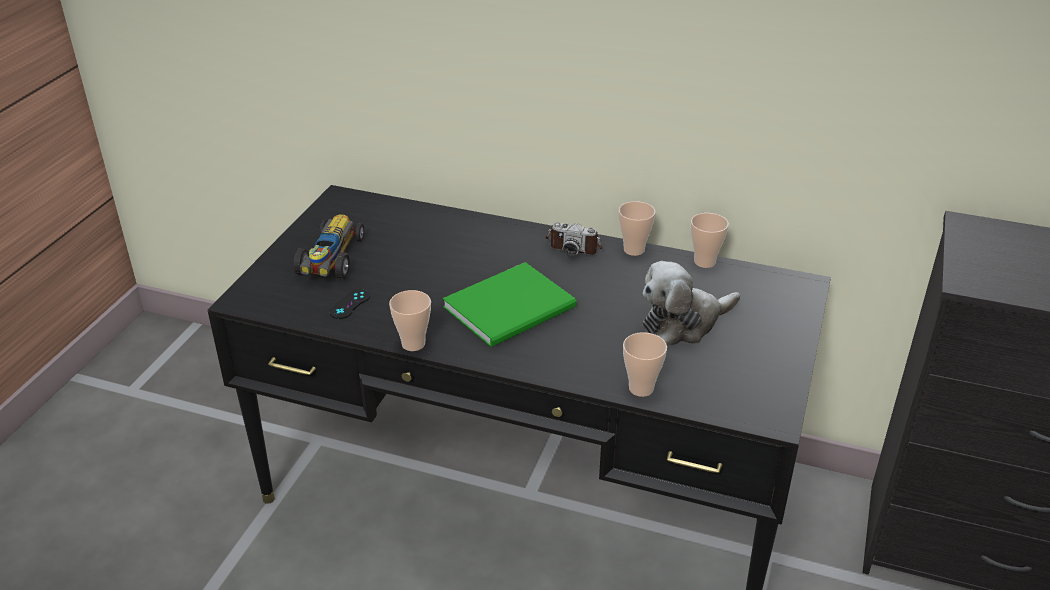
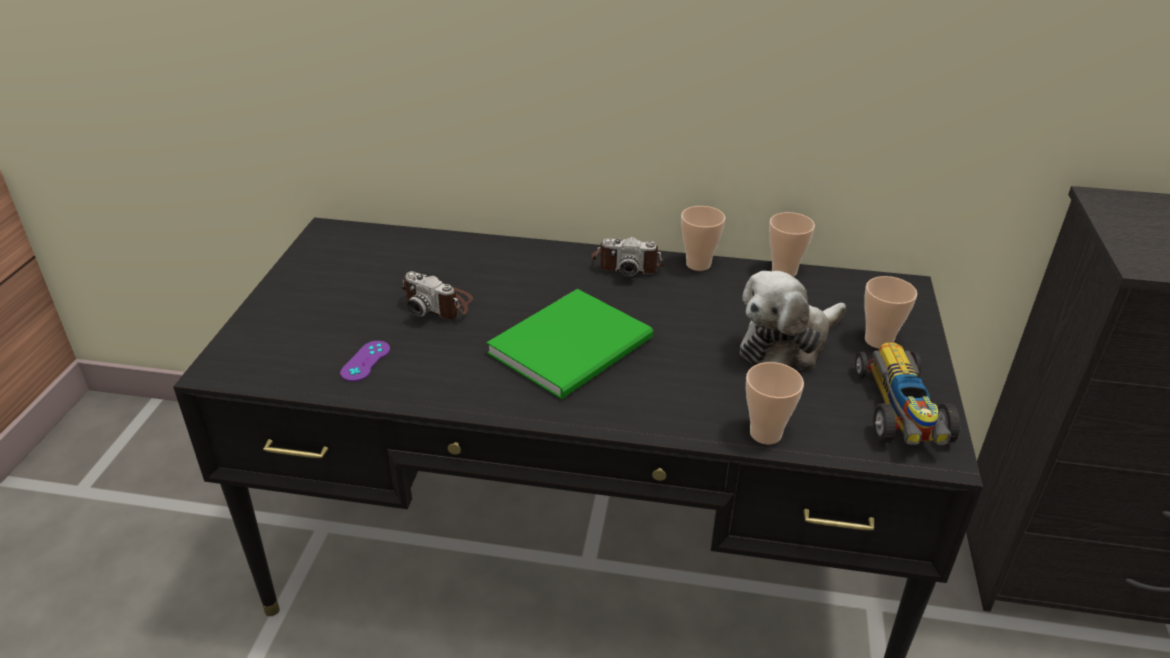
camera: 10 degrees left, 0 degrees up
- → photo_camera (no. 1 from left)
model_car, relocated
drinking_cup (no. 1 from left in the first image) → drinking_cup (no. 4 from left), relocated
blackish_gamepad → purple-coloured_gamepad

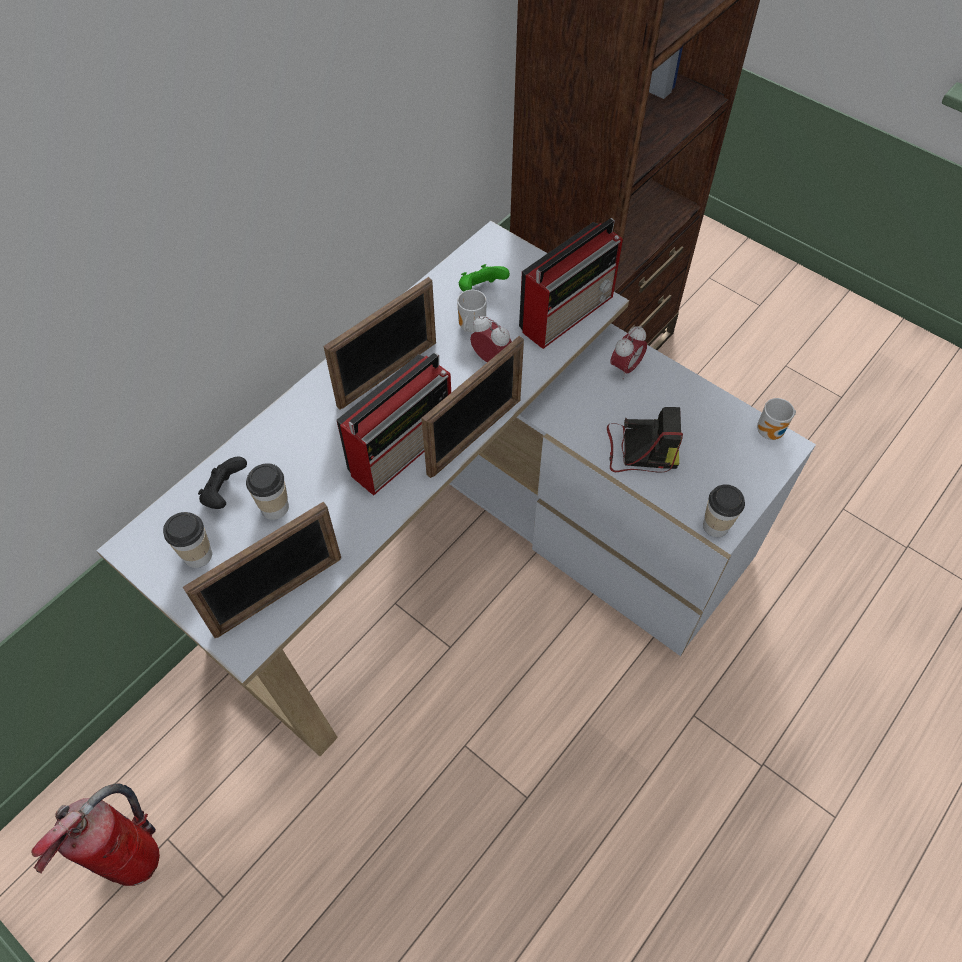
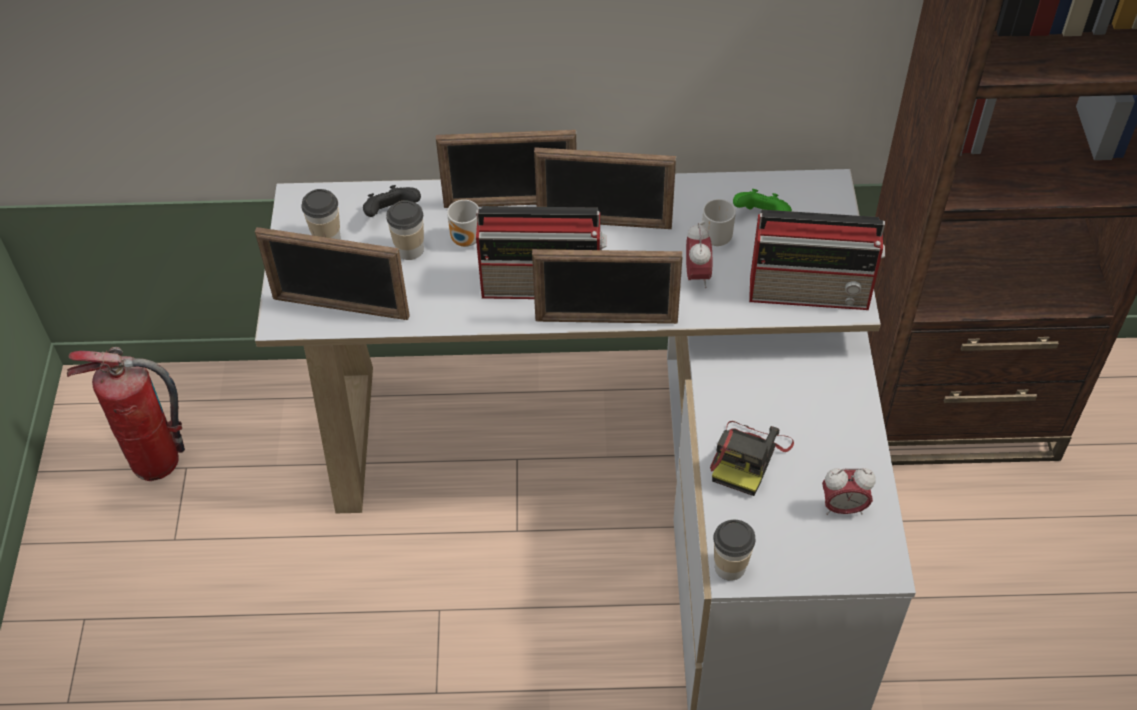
camera: 50 degrees right, 5 degrees down
- → picture_frame (no. 2 from left)
bedside_clock (no. 2 from left), relocated
mug (no. 2 from left in the first image) → mug (no. 1 from left), relocated
photo_camera, 60 degrees clockwise

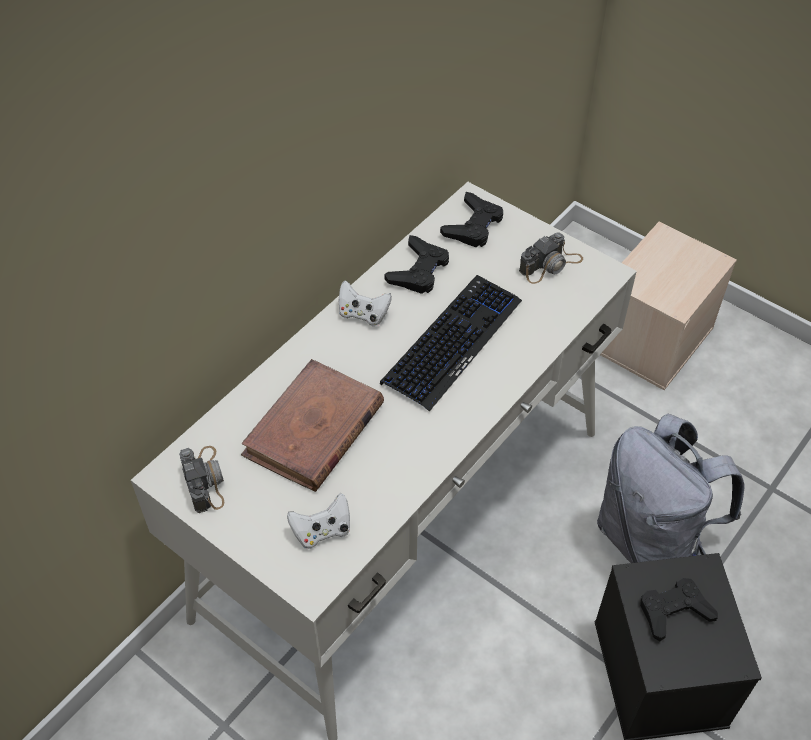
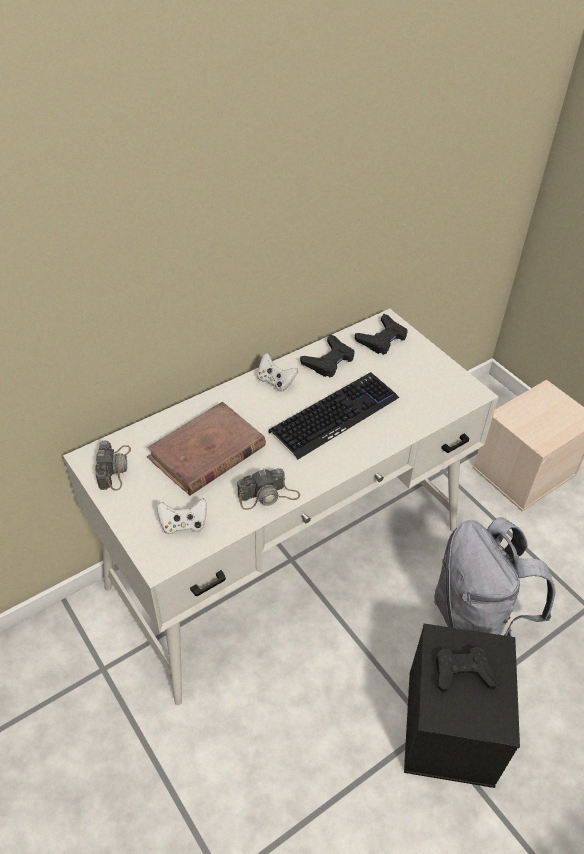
camera: 15 degrees right, 5 degrees down
photo_camera (no. 2 from left), relocated

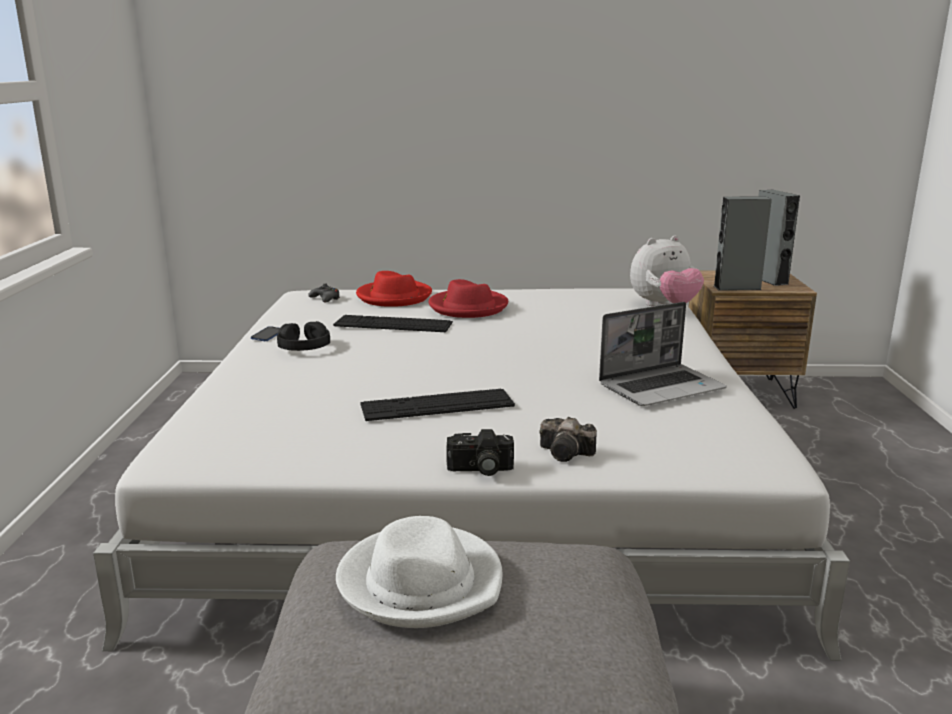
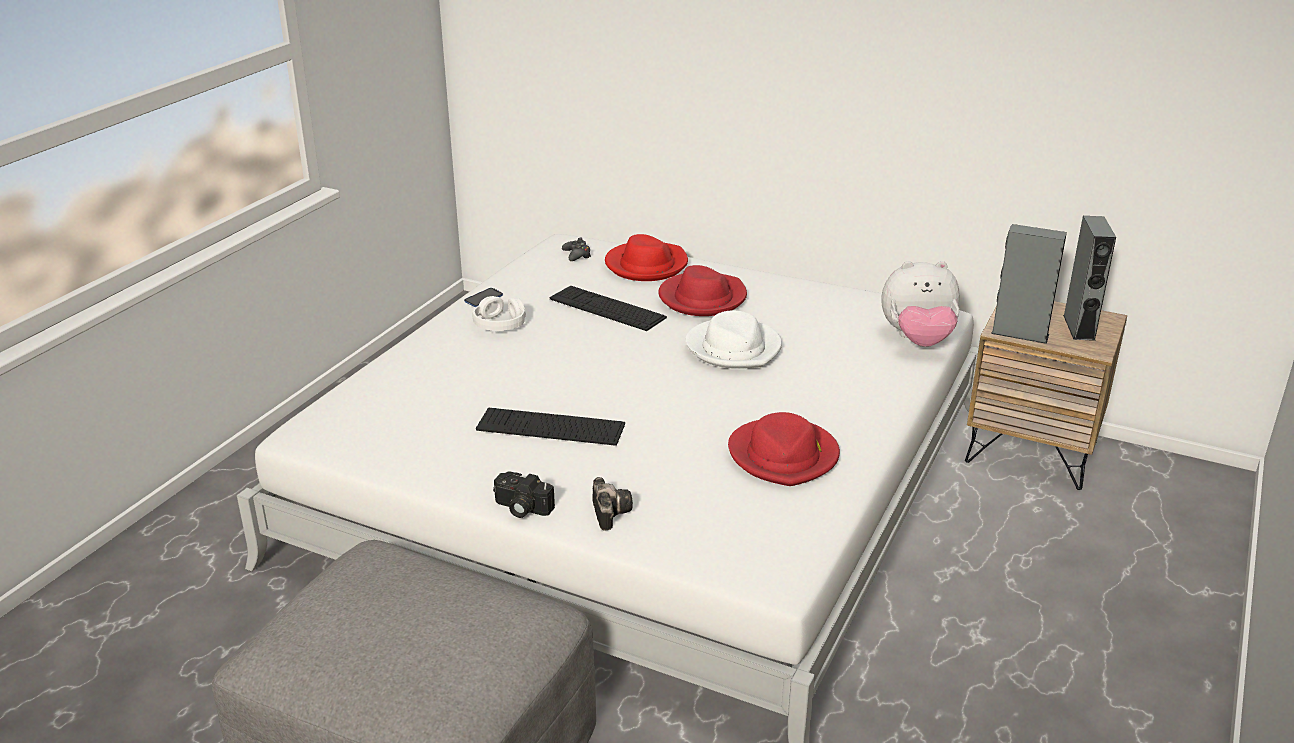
camera: 25 degrees right, 10 degrees up
white-coloured_clothing_hat, relocated
notebook_computer → red_clothing_hat (no. 3 from left)
blackish_headset → white-coloured_headset
photo_camera (no. 2 from left), 150 degrees counterclockwise

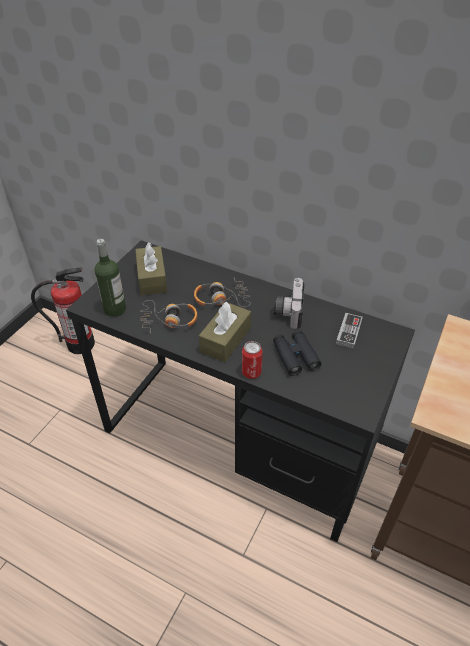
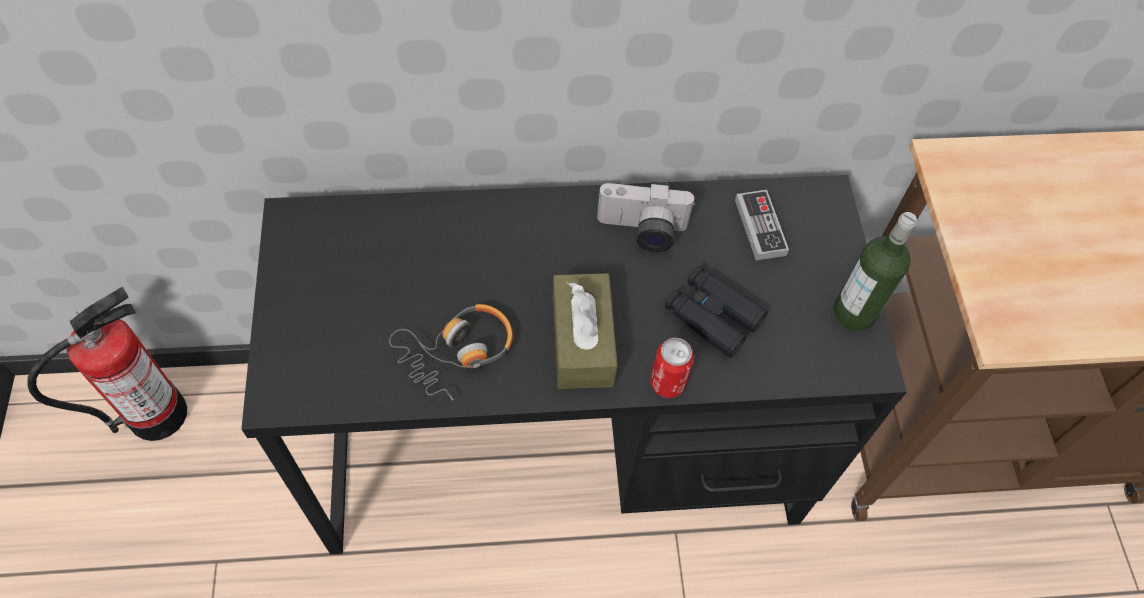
camera: 35 degrees left, 15 degrees up
brown_box_of_tissues (no. 1 from left) → -
headset (no. 2 from left) → -
drink_bottle, relocated
photo_camera, 60 degrees counterclockwise

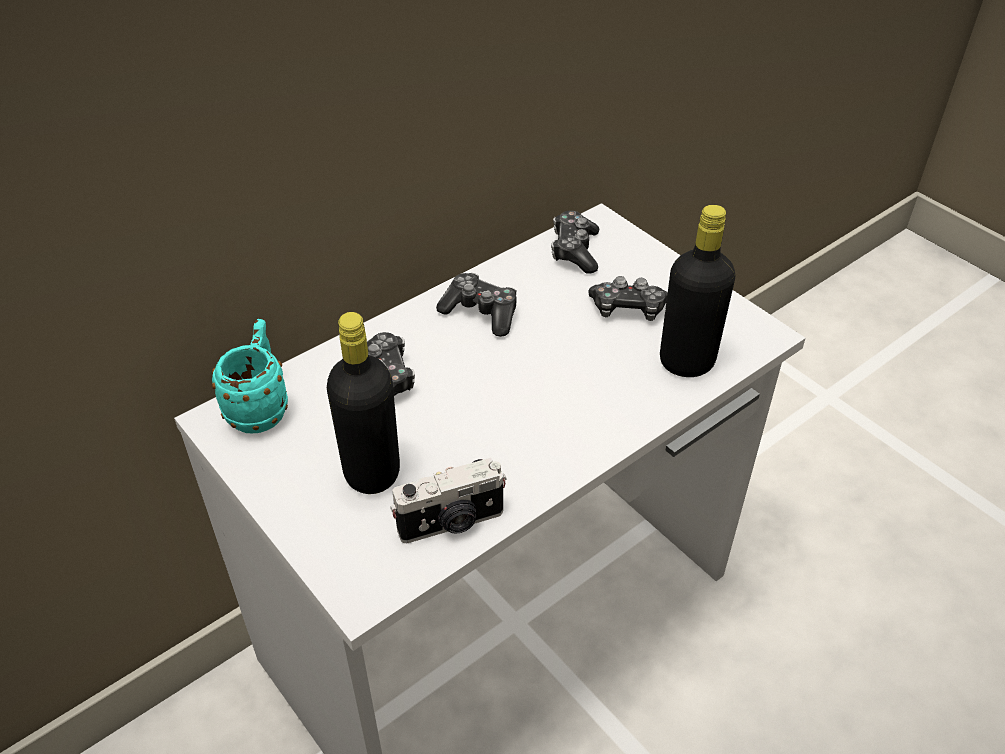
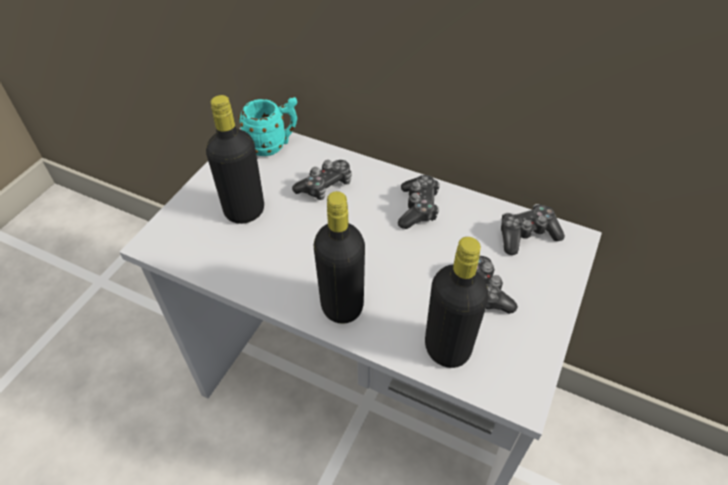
camera: 65 degrees right, 5 degrees up
photo_camera → -
- → blackish_drink_bottle (no. 2 from left)

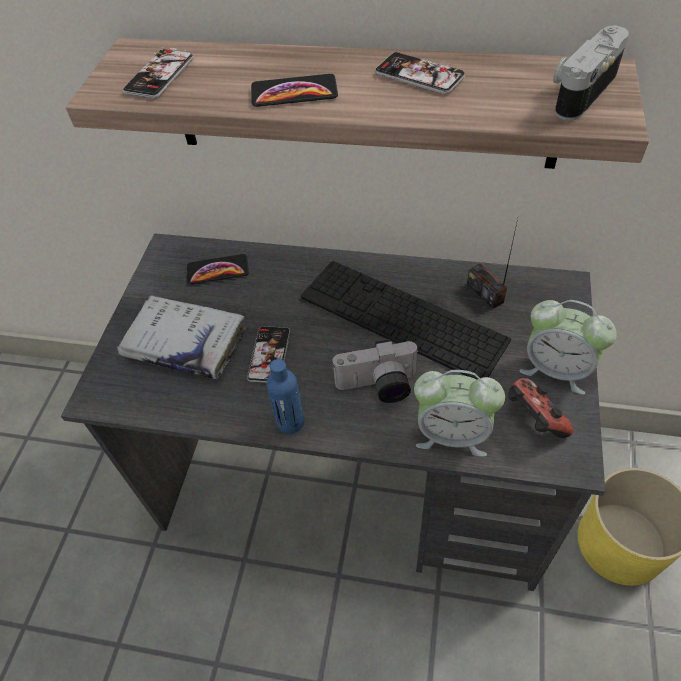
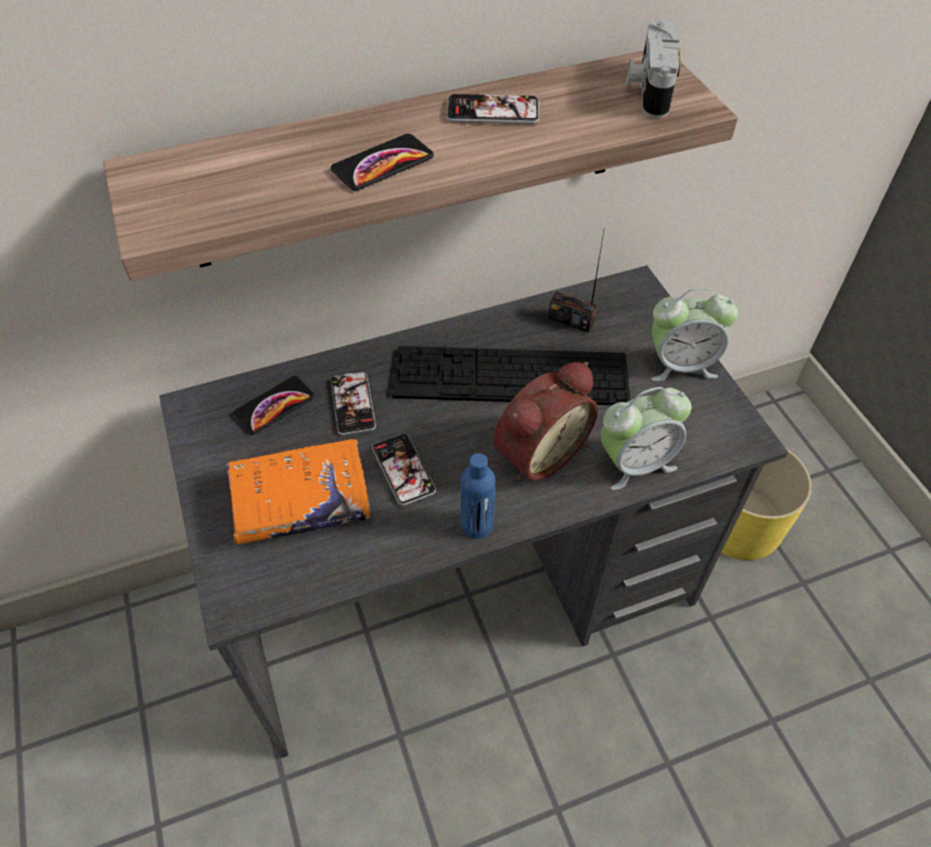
camera: 35 degrees left, 0 degrees up
gamepad → -
handset (no. 1 from left in the first image) → handset (no. 2 from left), relocated
photo_camera (no. 1 from left) → bedside_clock (no. 1 from left)
white-coloured_book → orangey_book

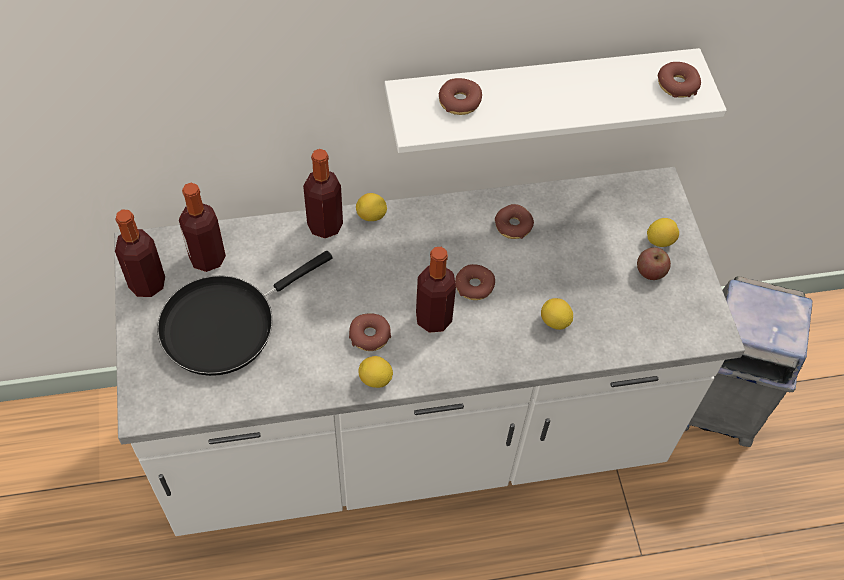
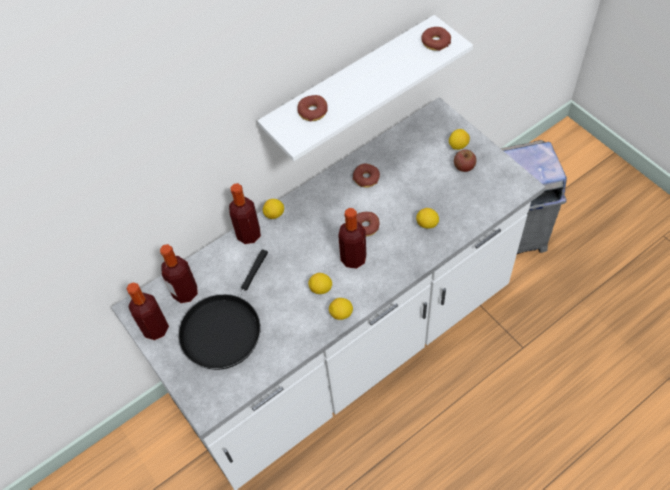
camera: 20 degrees left, 0 degrees up
donut (no. 1 from left) → citrus_fruit (no. 2 from left)

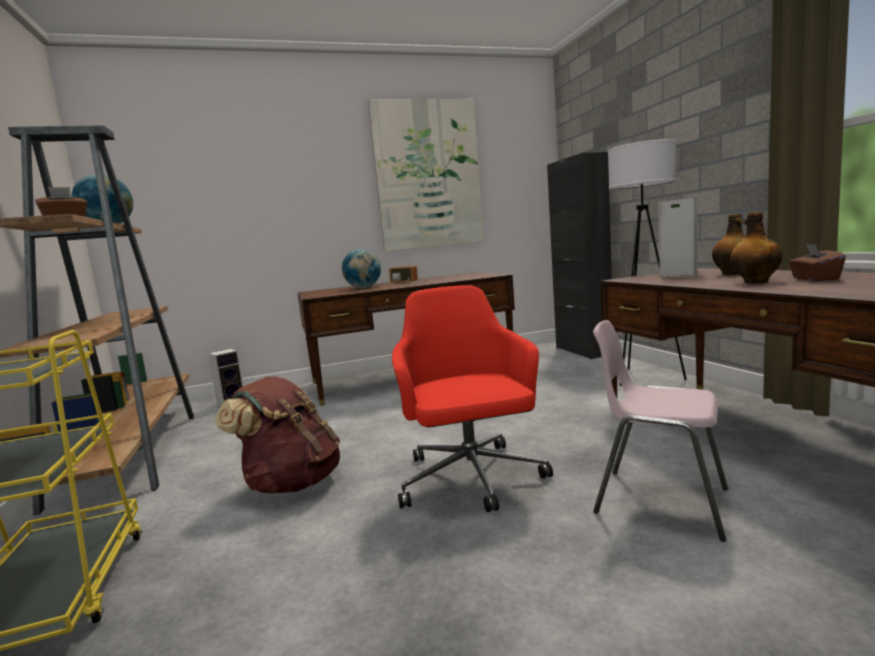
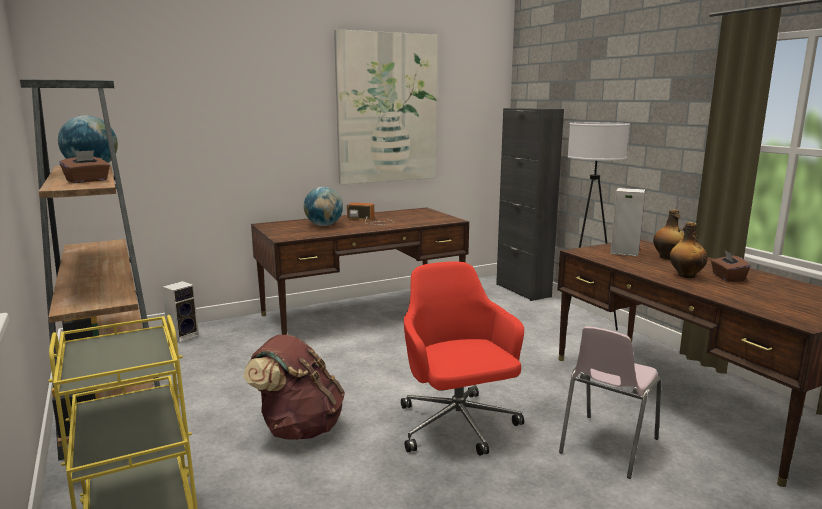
camera: 10 degrees left, 5 degrees up
pinkish_upright_chair, 75 degrees counterclockwise

